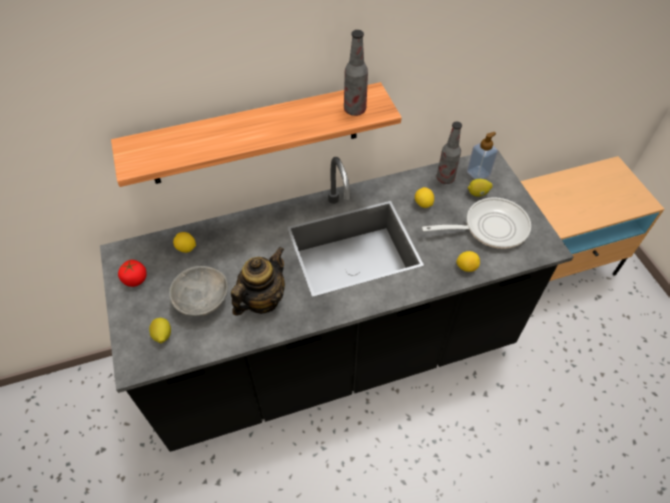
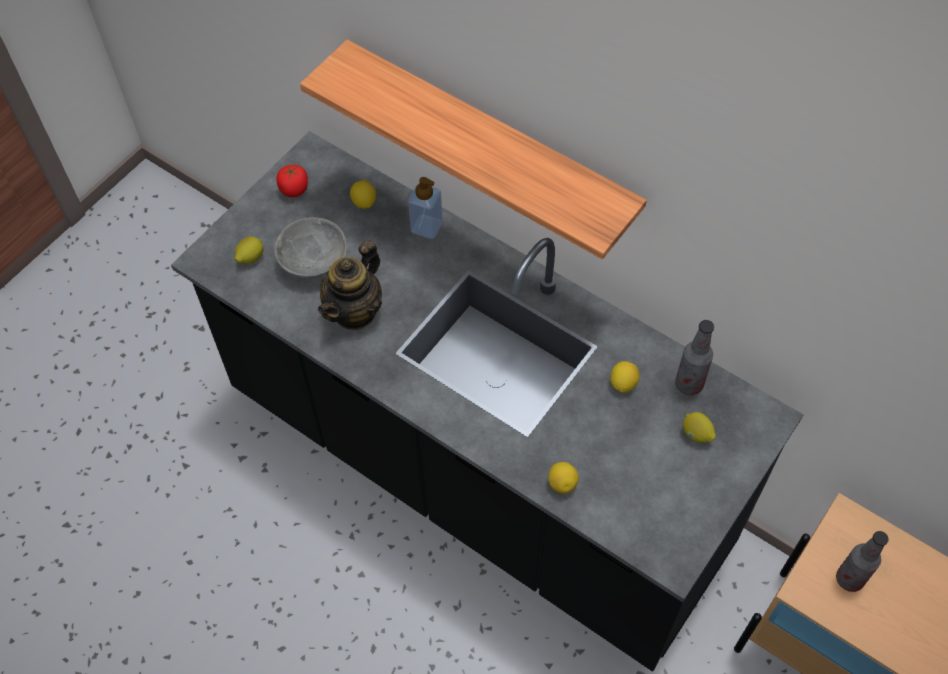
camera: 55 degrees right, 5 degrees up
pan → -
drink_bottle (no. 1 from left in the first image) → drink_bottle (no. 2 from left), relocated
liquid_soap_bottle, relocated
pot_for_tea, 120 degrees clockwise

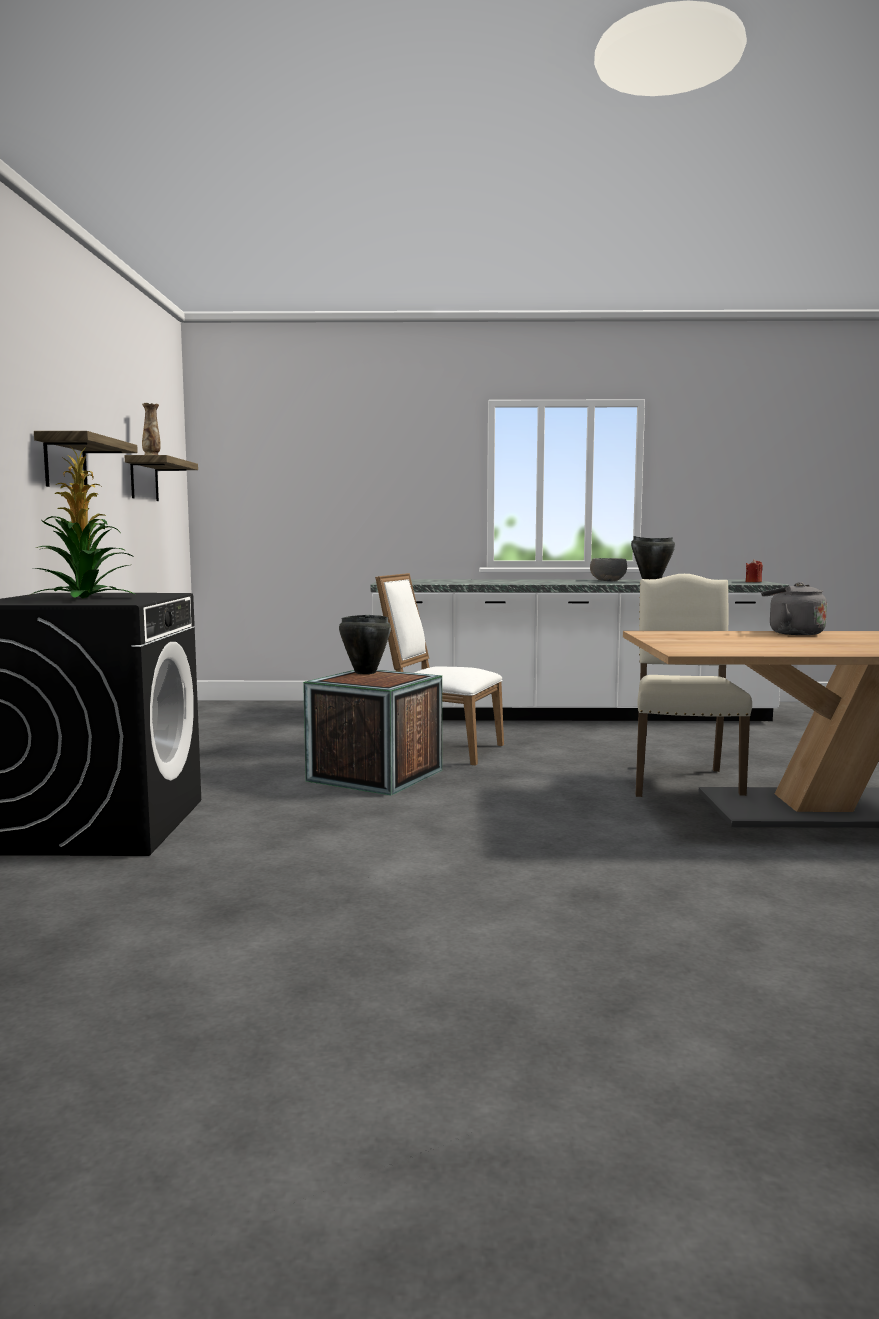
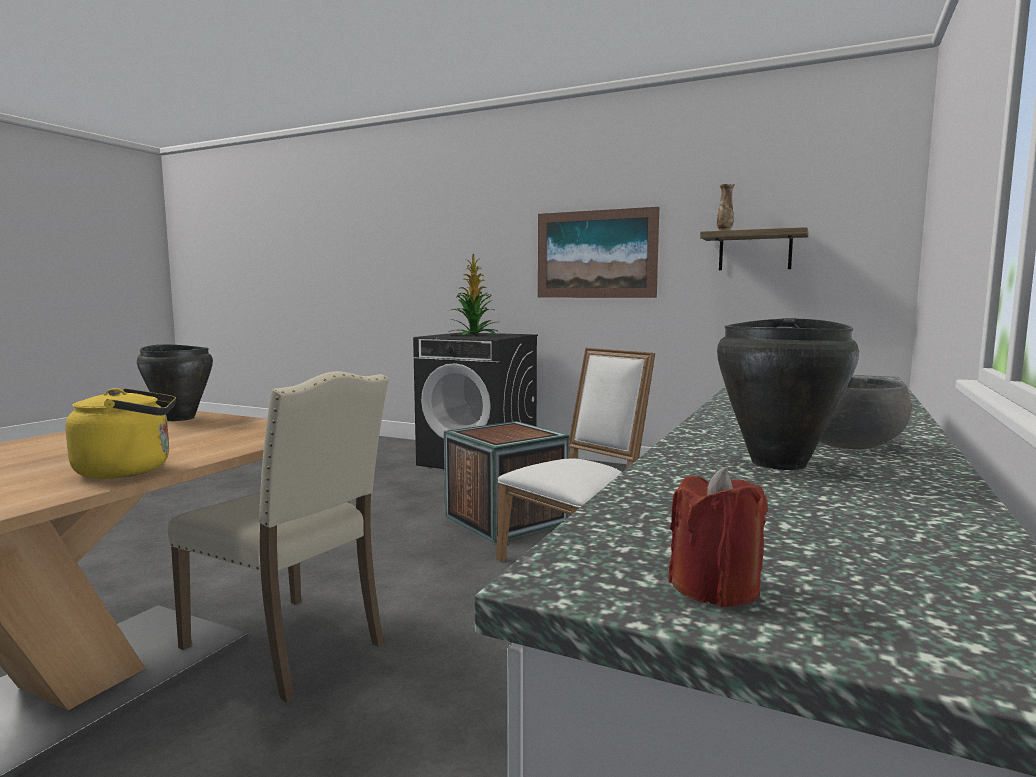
camera: 115 degrees right, 0 degrees up
blackish_cooking_pot (no. 1 from left), relocated
shelf (no. 1 from left) → wall_art
greyish_water_kettle → yellow-coloured_water_kettle

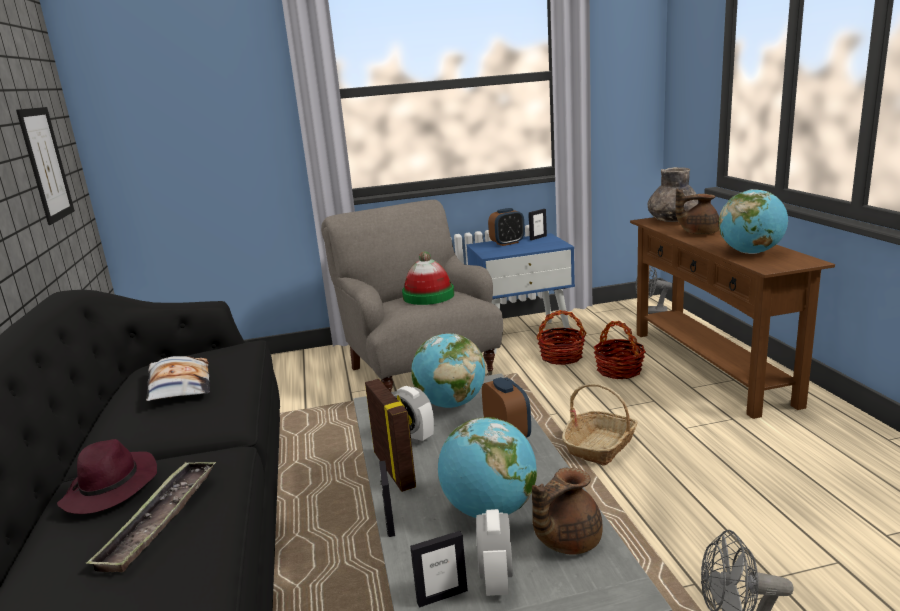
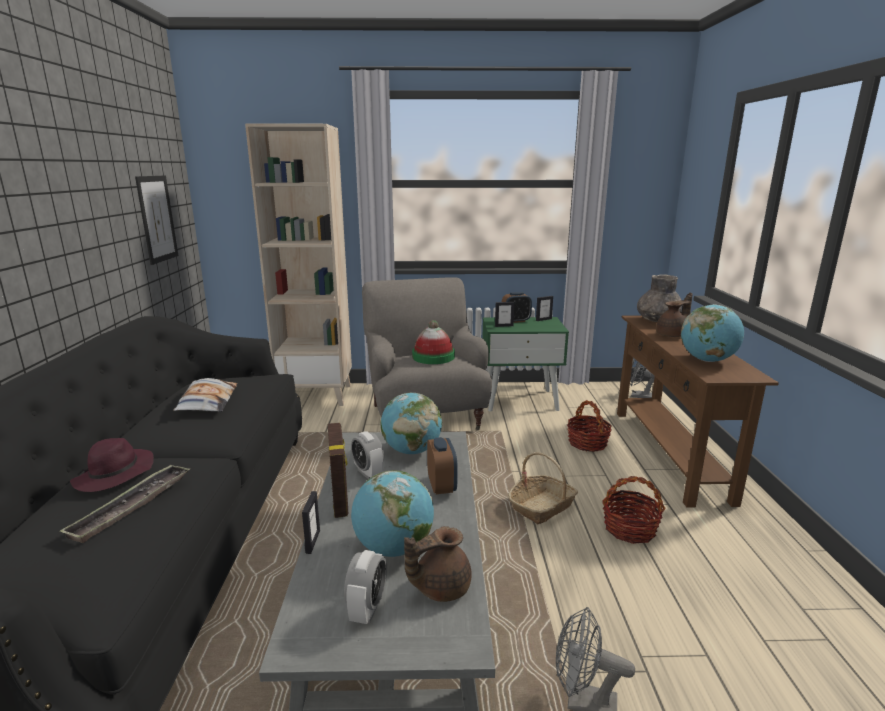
camera: 10 degrees right, 0 degrees up
- → sand-coloured_shelving_unit
picture_frame (no. 3 from left), relocated
household_basket (no. 1 from left in the first image) → household_basket (no. 3 from left), relocated
blue-coloured_bedside_table → greenish_bedside_table
brown_pot_for_tea (no. 2 from left), 135 degrees clockwise

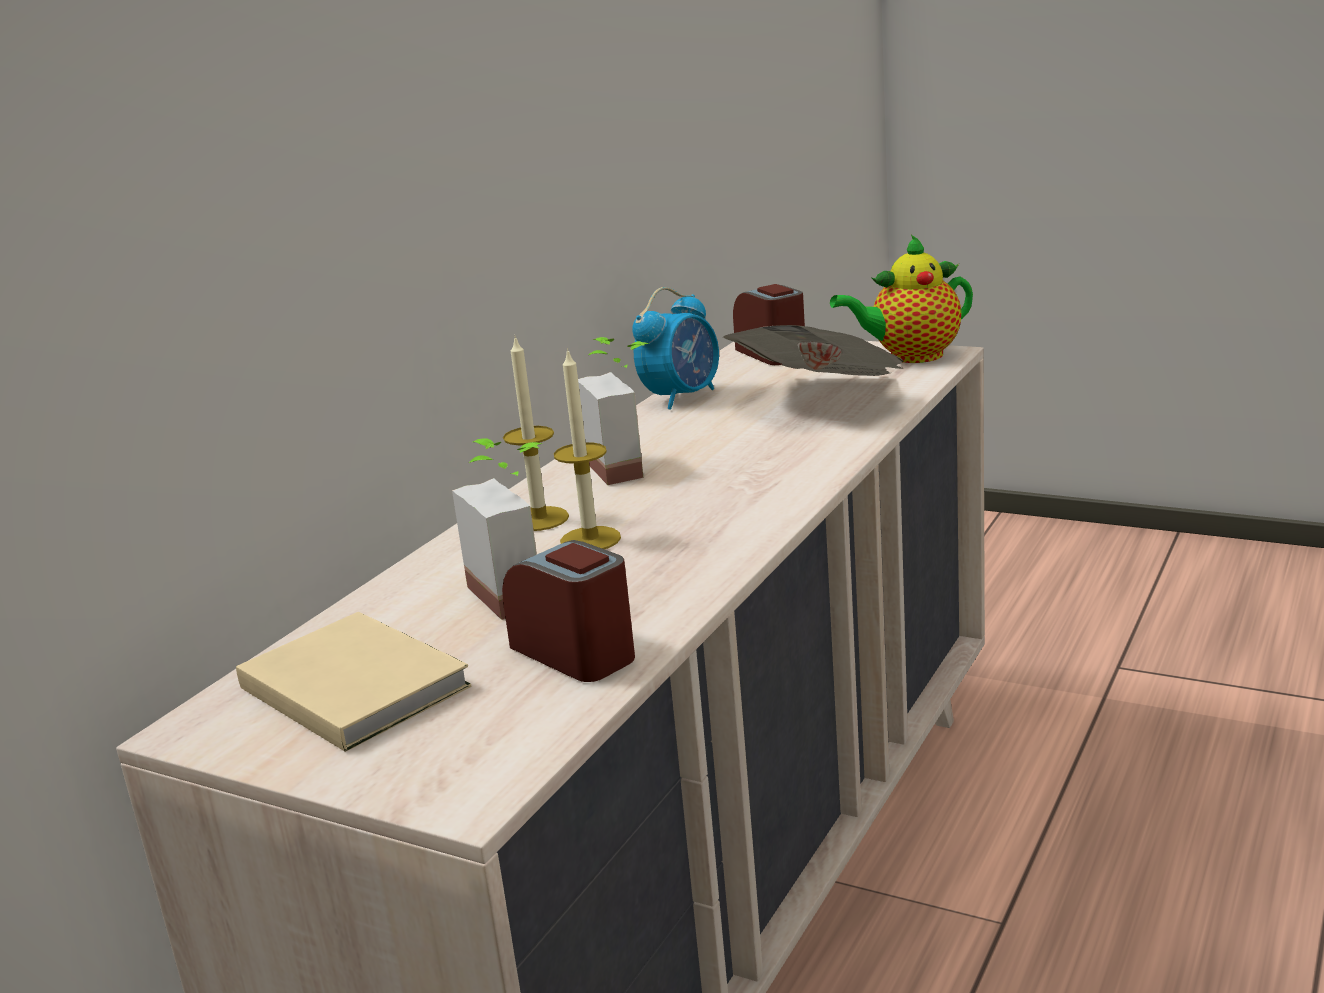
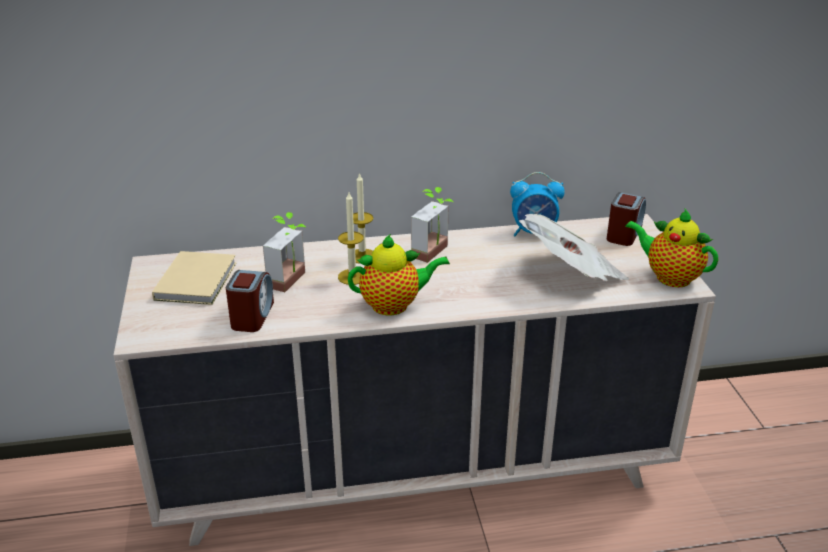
camera: 50 degrees right, 10 degrees up
- → pot_for_tea (no. 1 from left)

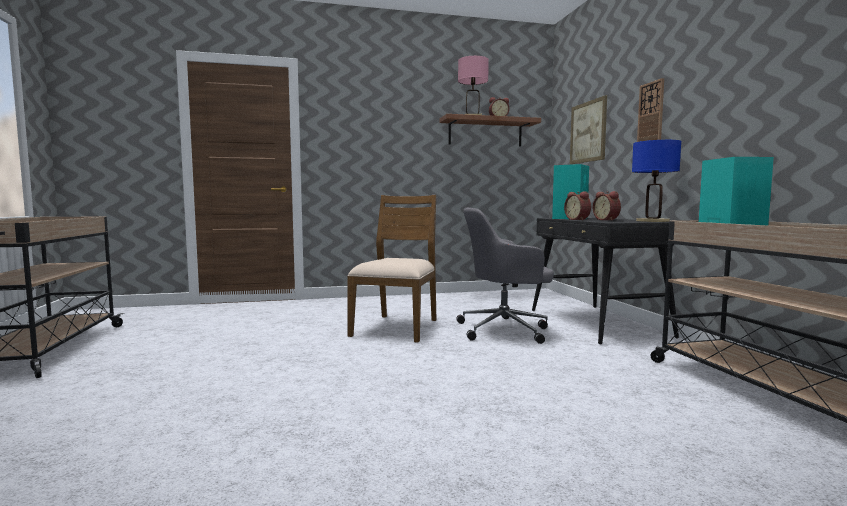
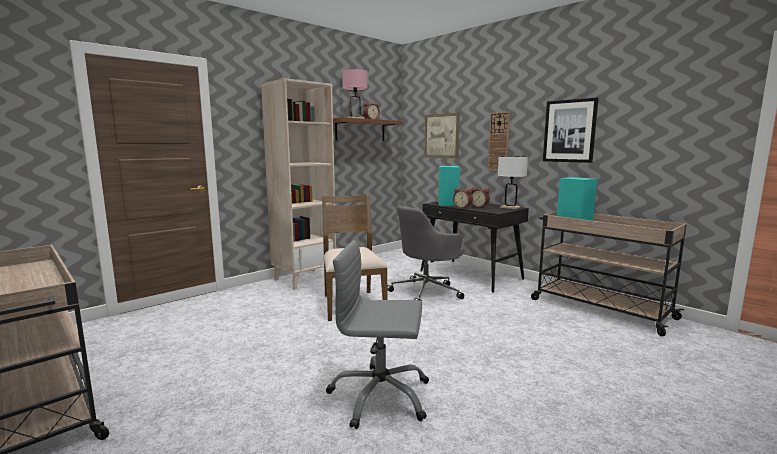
camera: 30 degrees left, 5 degrees up
- → sand-coloured_shelving_unit
- → greyish_computer_chair (no. 1 from left)
- → wall_art (no. 2 from left)
blue-coloured_table_lamp → white-coloured_table_lamp

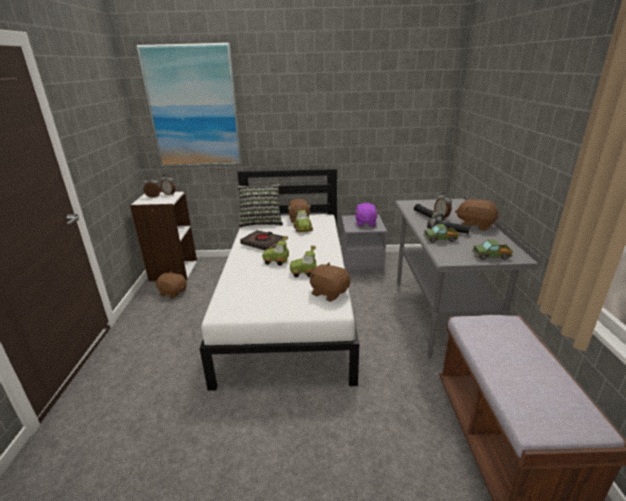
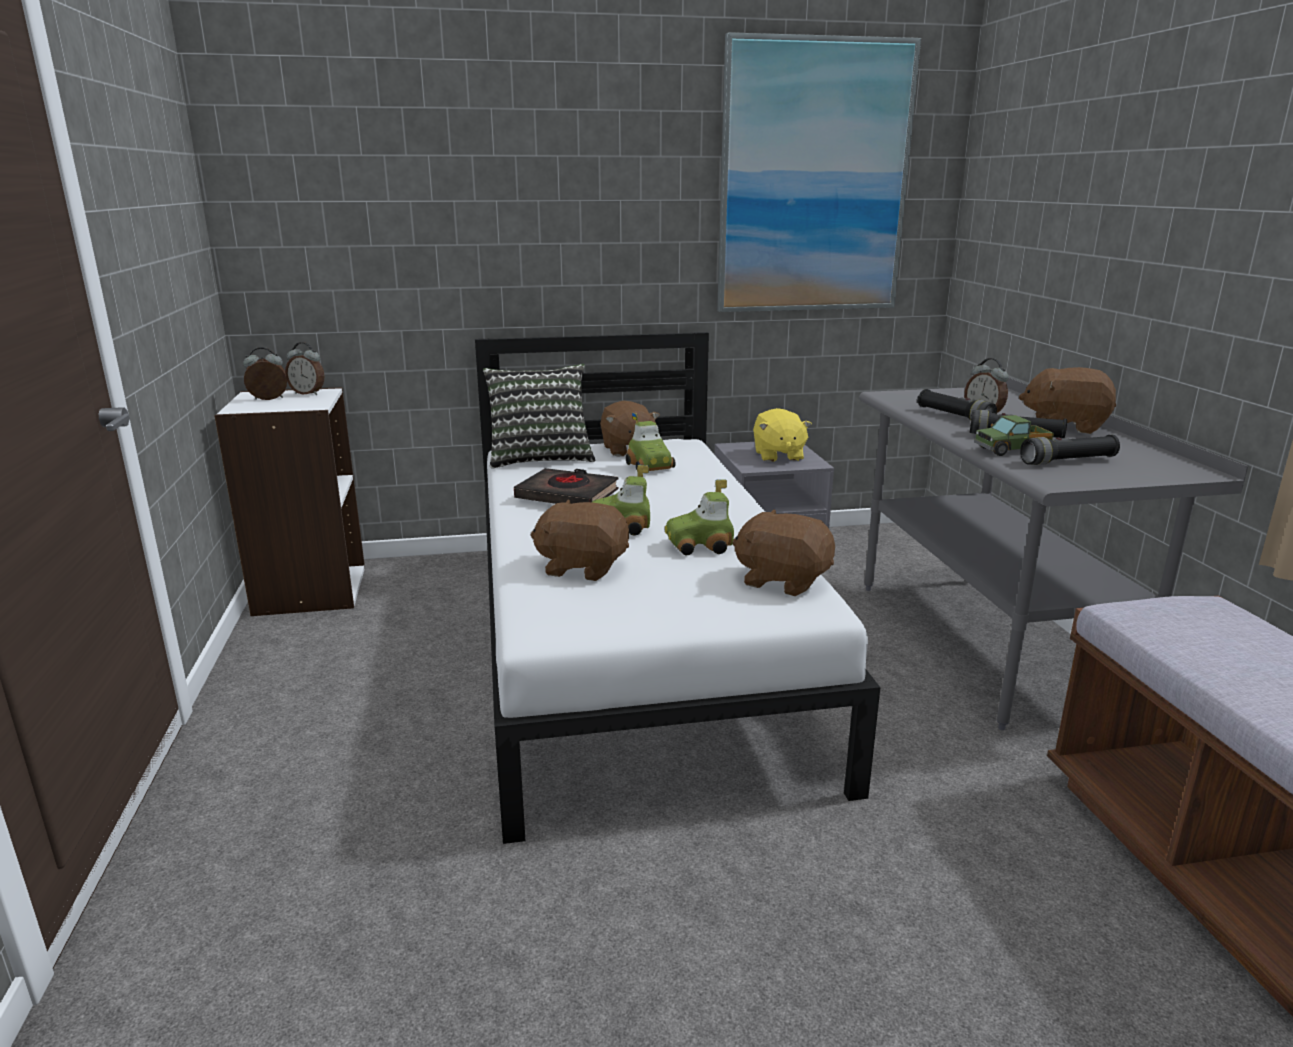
camera: 10 degrees left, 5 degrees down
toy_truck (no. 2 from left) → -
- → blackish_flashlight (no. 3 from left)
wall_art, relocated
brown_soft_toy (no. 1 from left), relocated
purple-coloured_soft_toy → yellow-coloured_soft_toy

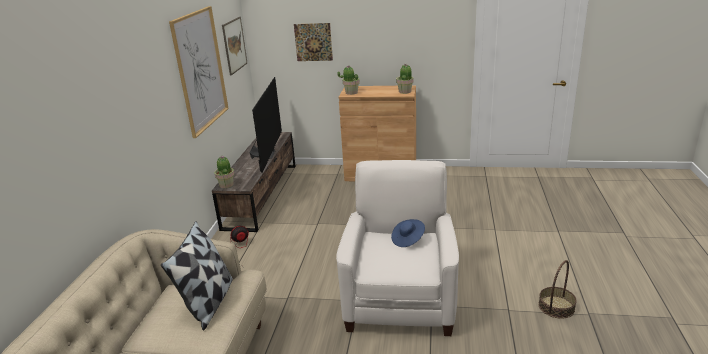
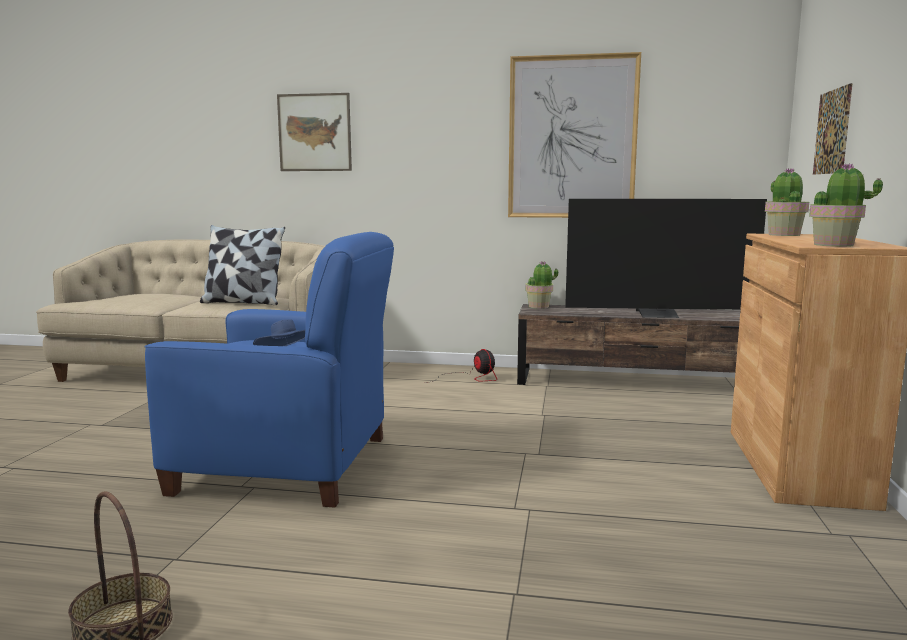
camera: 90 degrees right, 15 degrees down
wall_art (no. 2 from left in the first image) → wall_art (no. 1 from left), relocated
white-coloured_lounge_chair → blue-coloured_lounge_chair

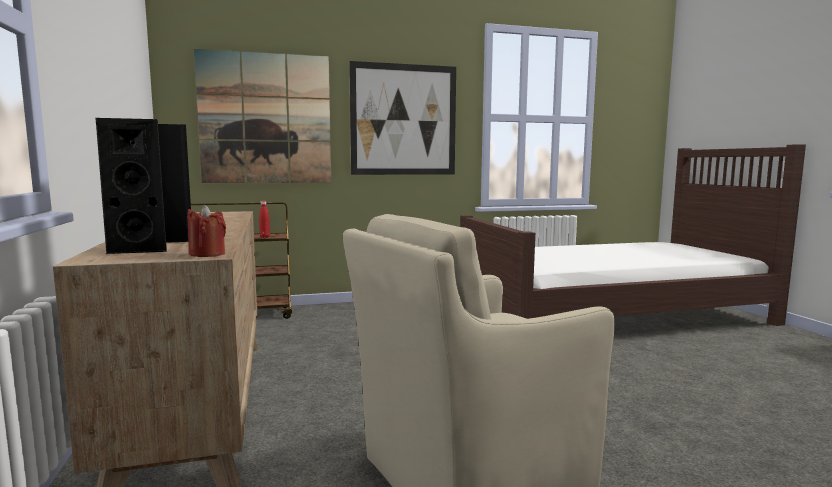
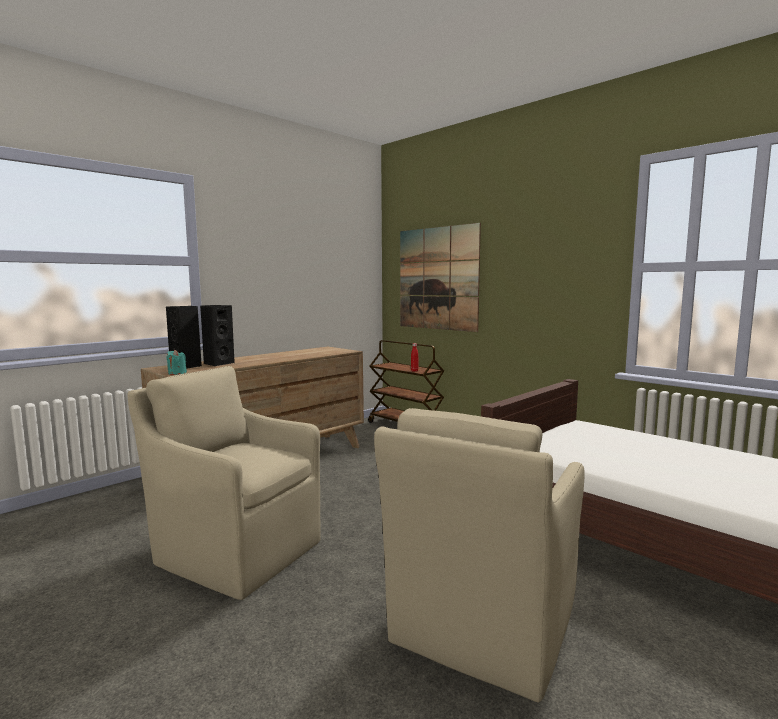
camera: 60 degrees right, 0 degrees up
wall_art (no. 2 from left) → -
- → sand-coloured_lounge_chair (no. 2 from left)
red_candle → turquoise-coloured_candle

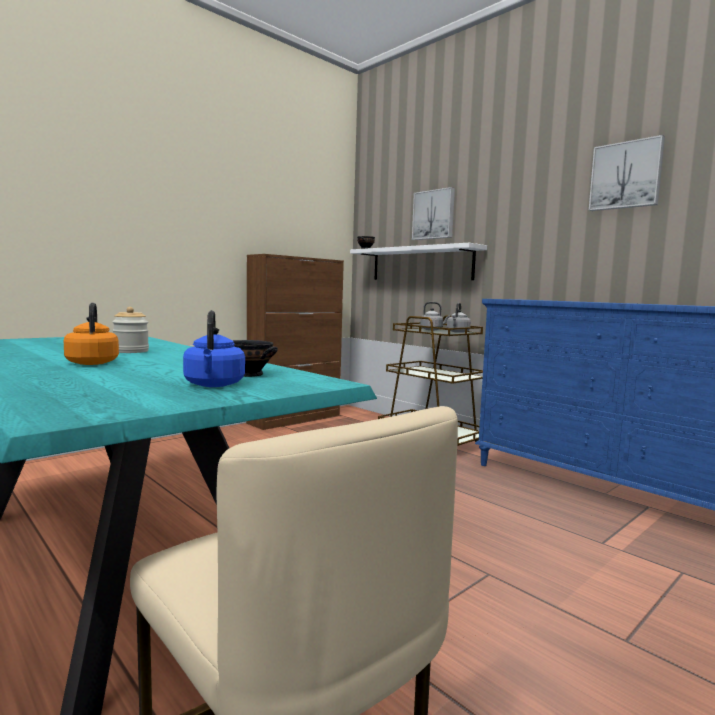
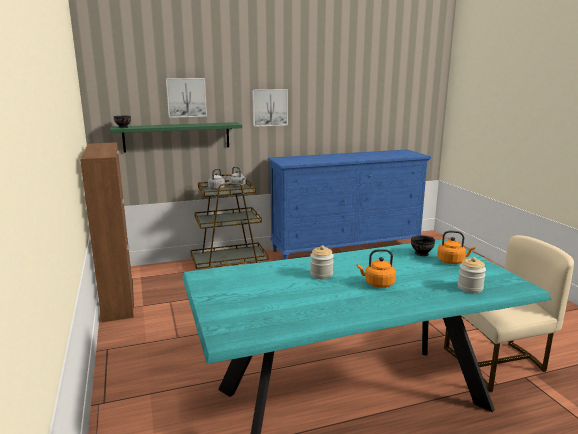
camera: 65 degrees left, 10 degrees up
- → jar (no. 2 from left)
wall_art (no. 2 from left), relocated
blue-coloured_water_kettle → orangey_water_kettle (no. 2 from left)
white-coloured_shelf → greenish_shelf

